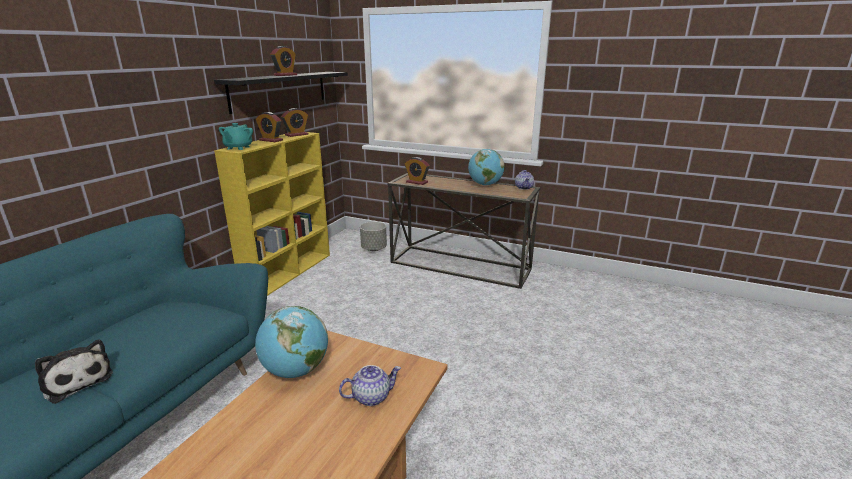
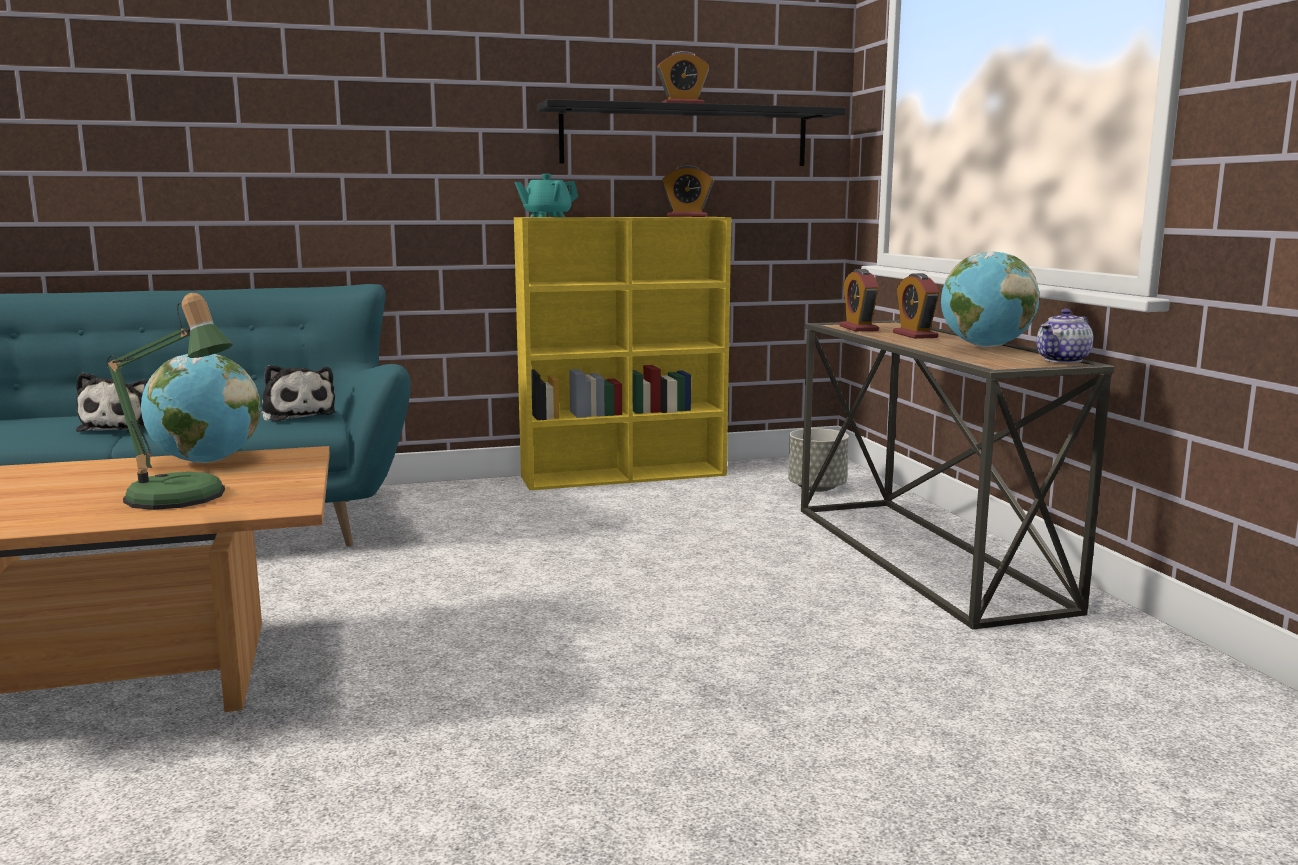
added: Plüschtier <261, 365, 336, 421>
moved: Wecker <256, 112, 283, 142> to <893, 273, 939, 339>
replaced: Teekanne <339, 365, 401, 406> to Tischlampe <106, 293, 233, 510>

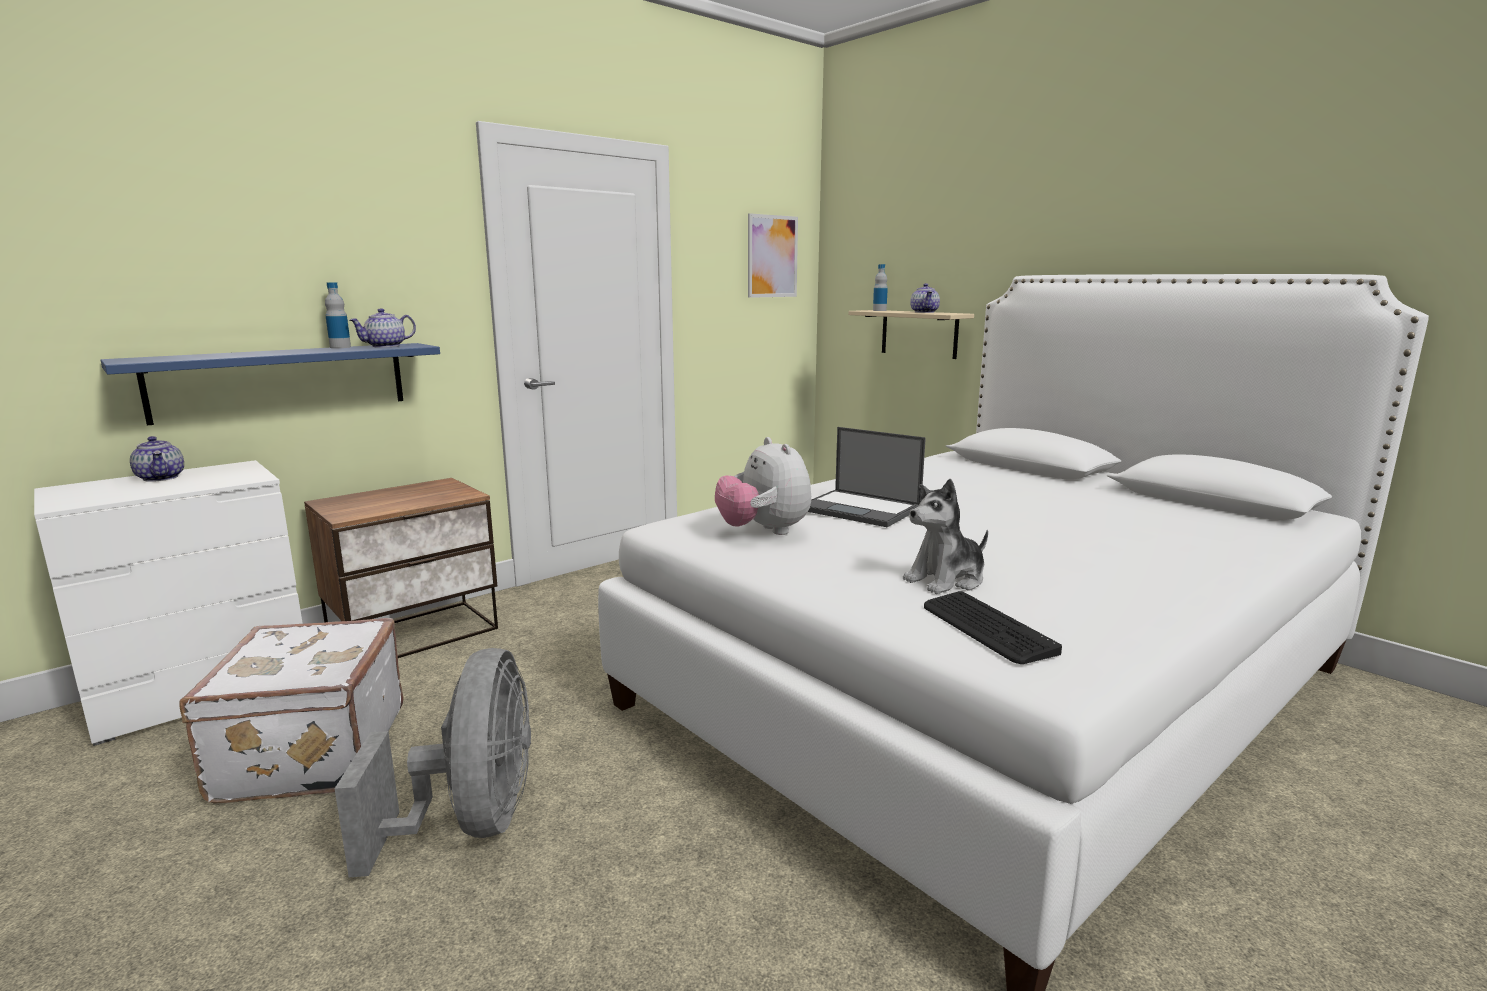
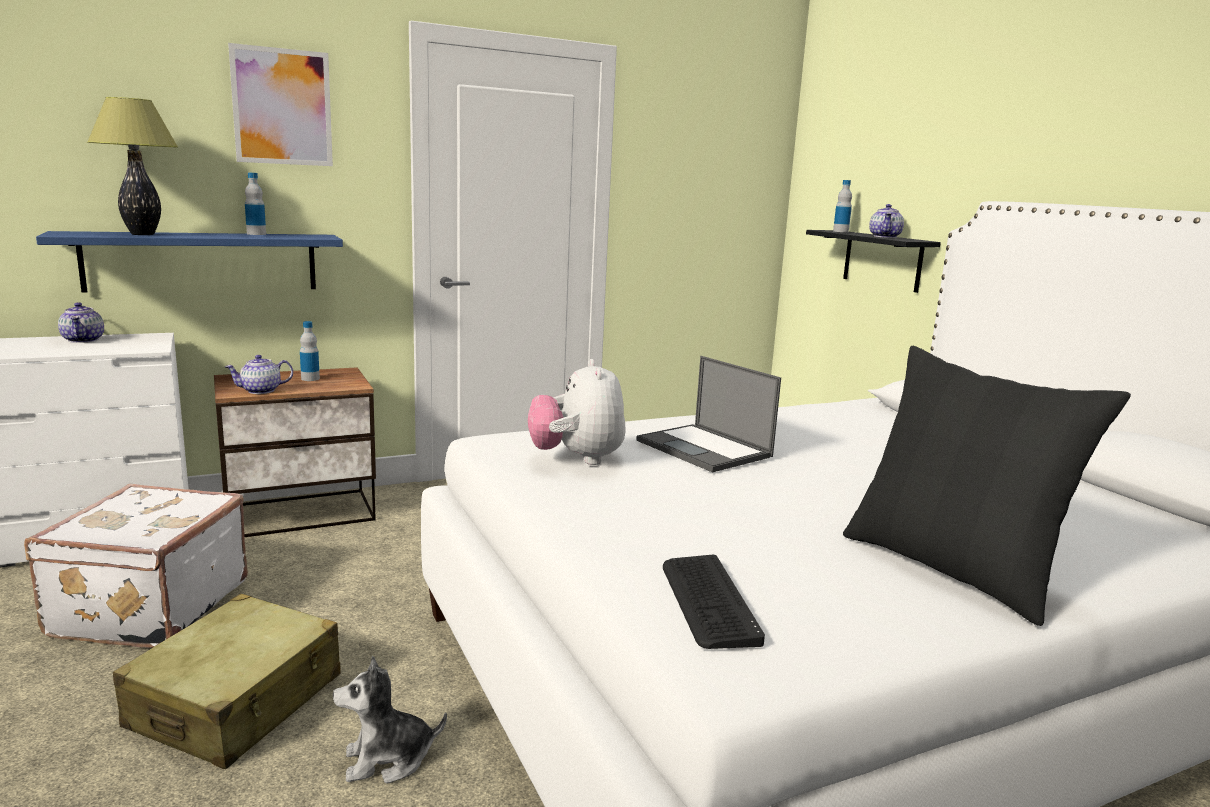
added: Tischlampe <87, 97, 178, 235>; Flasche <300, 321, 320, 381>; Kissen [schwarz] <843, 346, 1131, 626>
moved: Teekanne <349, 308, 416, 348> to <225, 355, 293, 394>; Bild <748, 213, 798, 298> to <228, 43, 333, 166>; Plüschtier <903, 479, 988, 594> to <333, 656, 447, 784>
replaced: Ventilator [grau] <335, 648, 531, 877> to Koffer [beige] <113, 594, 341, 769>
recoloured: Wandregal [beige] <848, 310, 974, 359> to Wandregal [schwarz] <806, 230, 941, 293>

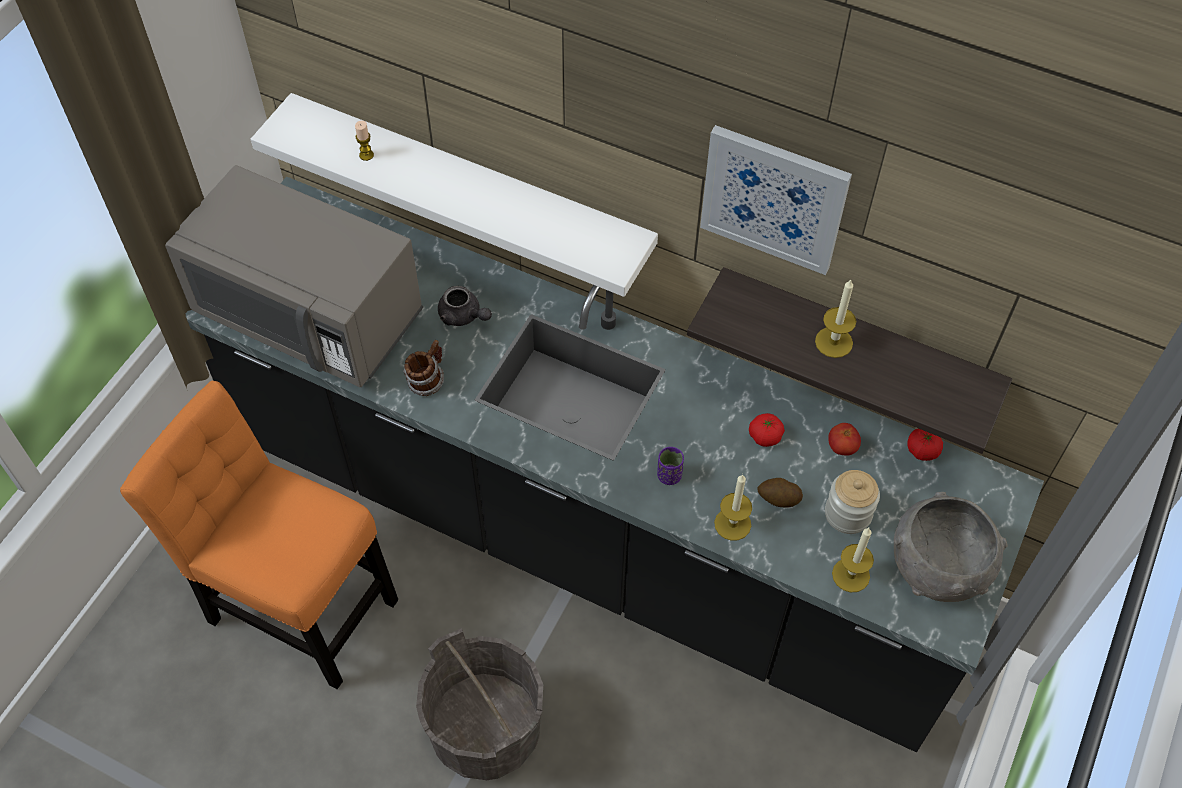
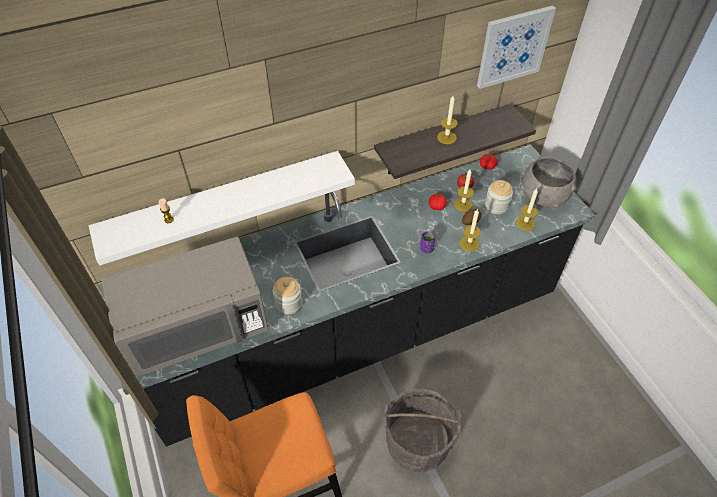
removed: Teekanne [grau] <438, 286, 492, 326>
added: Kerze <454, 169, 474, 211>
moved: Bild <700, 125, 852, 275> to <477, 5, 556, 89>
replaced: Henkelbecher <403, 340, 444, 396> to Vorratsglas <273, 277, 302, 315>

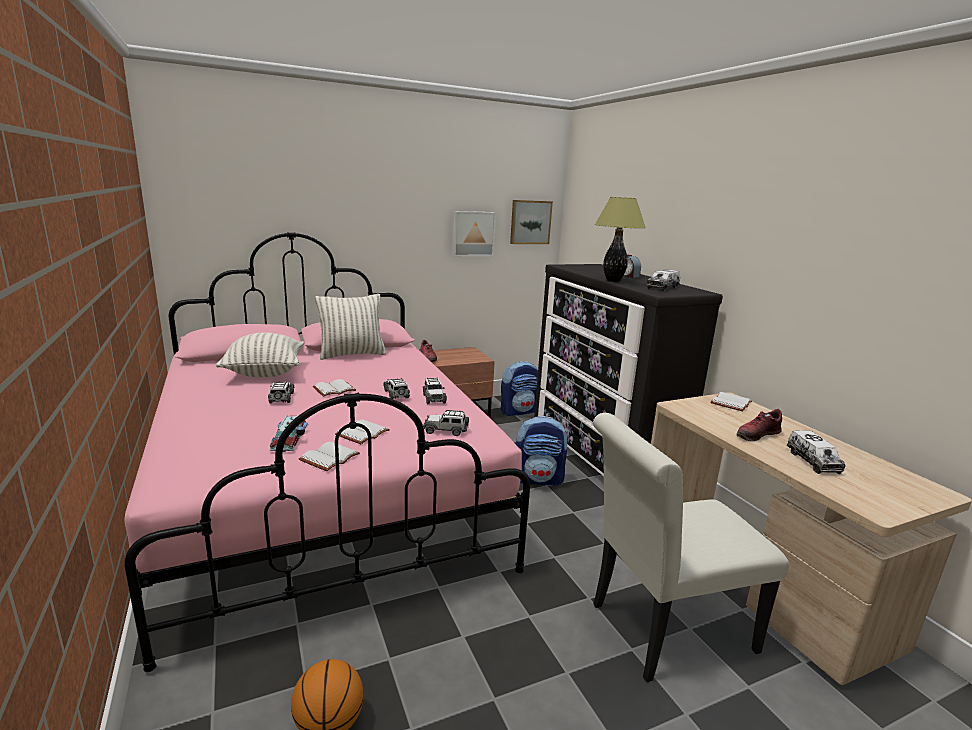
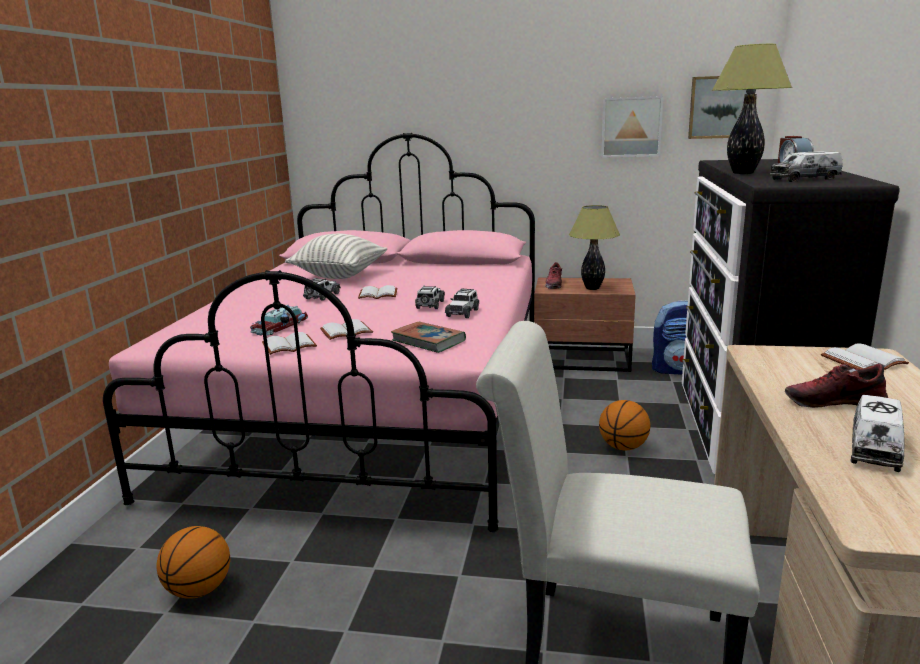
removed: Kissen <315, 294, 386, 360>
added: Tischlampe <569, 205, 620, 290>
replaced: Spielzeugauto <423, 410, 469, 436> to Buch <391, 322, 466, 353>; Rucksack <516, 416, 569, 486> to Basketball <599, 400, 650, 450>

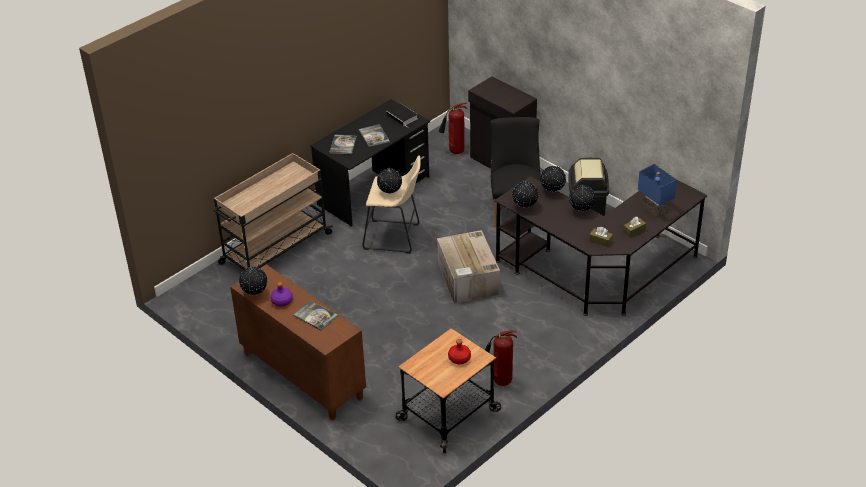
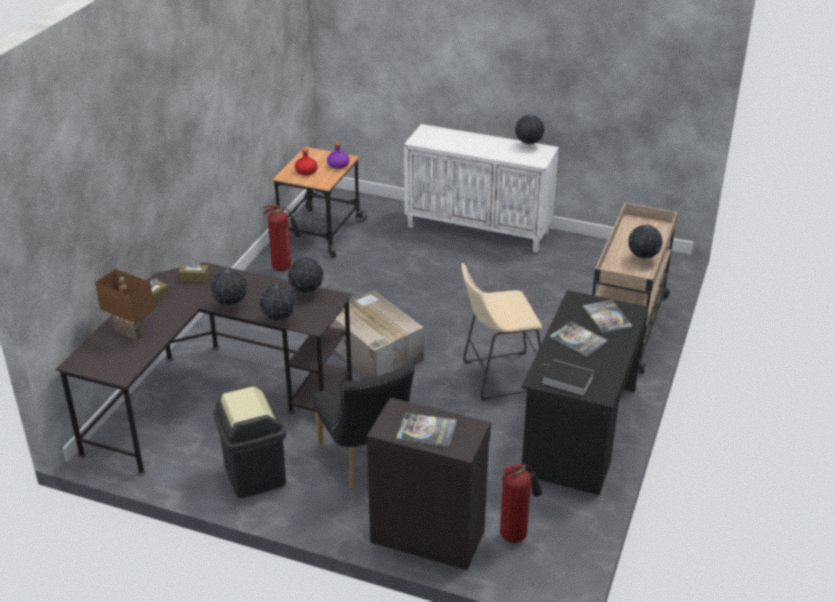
moved: Flasche [lila] <270, 282, 293, 307> to <327, 142, 349, 169>; Buch <293, 300, 338, 331> to <396, 413, 457, 447>; Globus <377, 168, 402, 194> to <628, 223, 663, 260>
recoloured: Schrank [braun] <230, 264, 366, 421> to Schrank [weiß] <404, 124, 559, 253>; Tischlampe [blau] <638, 164, 677, 216> to Tischlampe [braun] <95, 269, 155, 340>

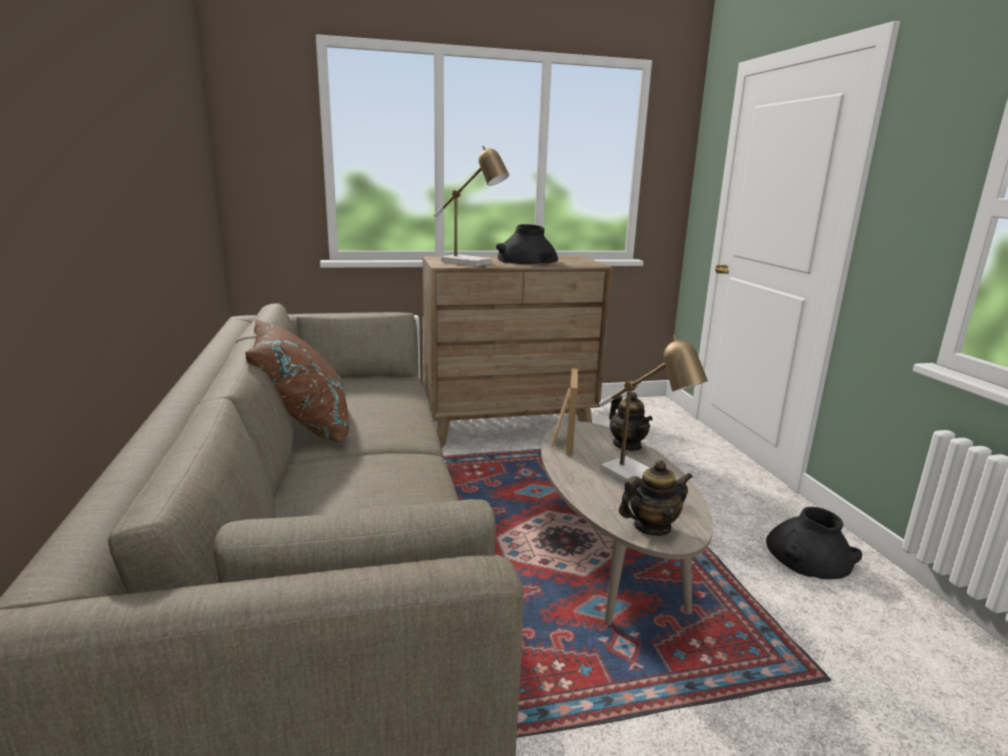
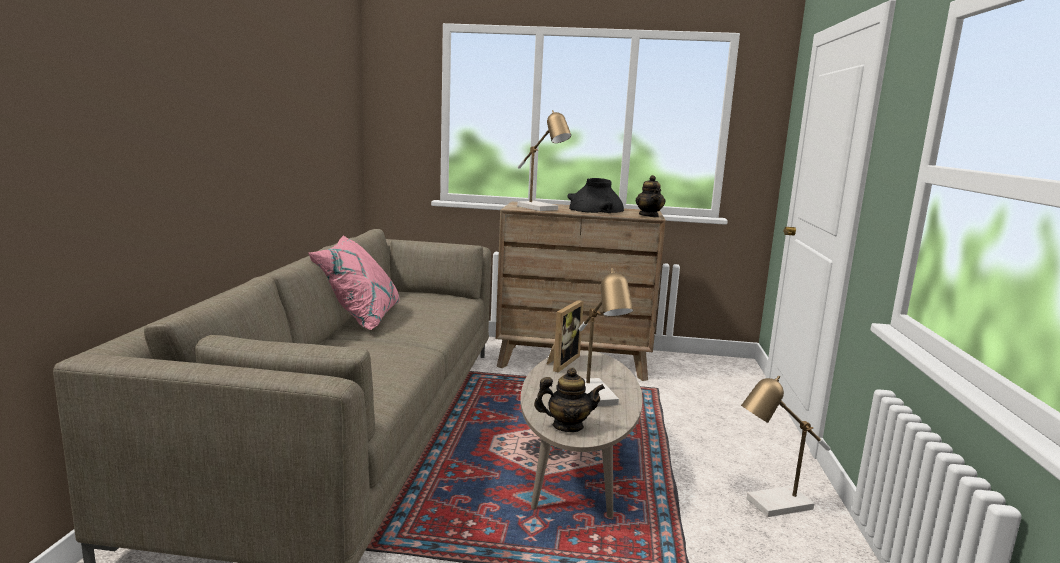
moved: Teekanne <609, 392, 653, 451> to <636, 175, 665, 217>
replaced: Vase [schwarz] <766, 507, 862, 579> to Tischlampe <741, 375, 831, 517>
recoloured: Kissen [braun] <245, 319, 349, 442> to Kissen [rosa] <308, 235, 400, 330>

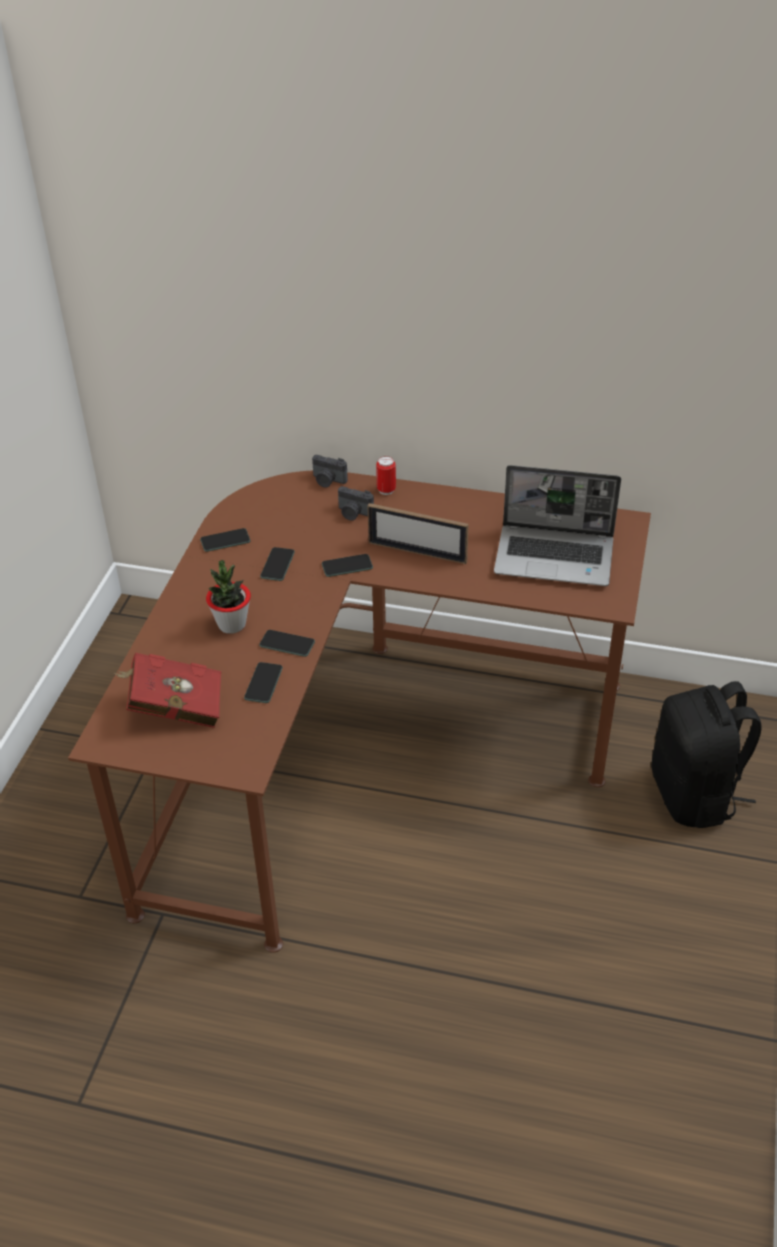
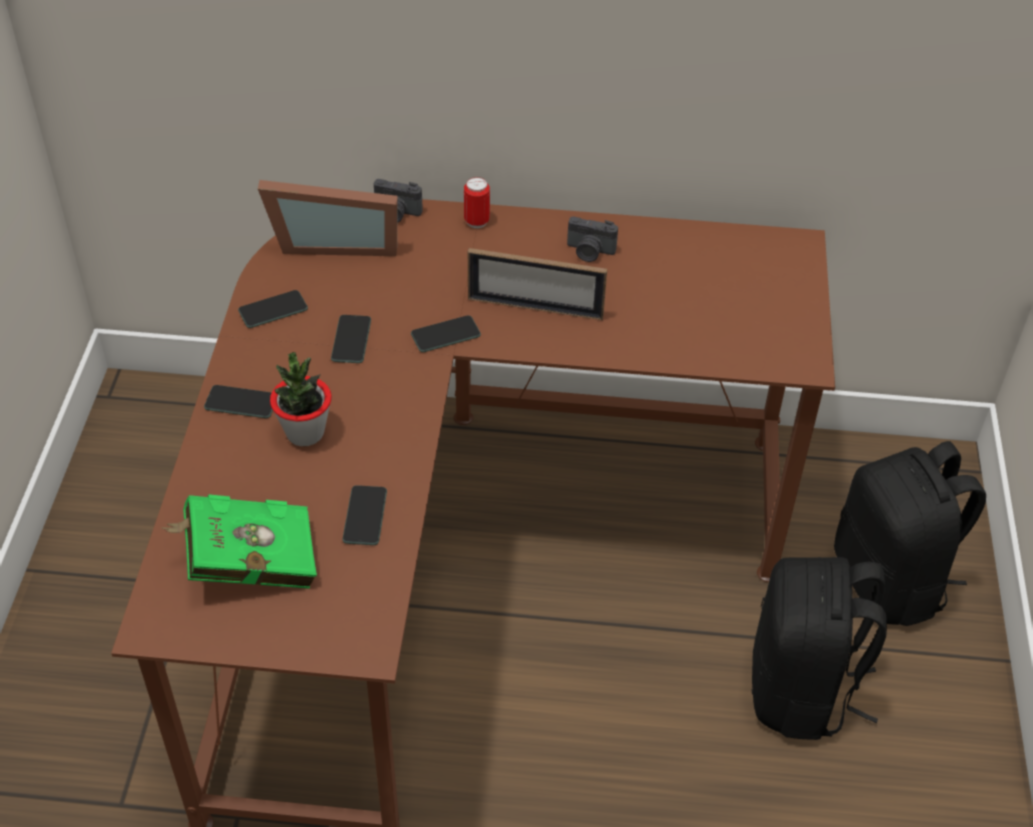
removed: Laptop <494, 465, 621, 586>
added: Bilderrahmen <258, 180, 398, 256>; Rucksack [schwarz] <752, 557, 887, 740>
moved: Handy <259, 630, 315, 657> to <204, 385, 273, 418>; Kamera <338, 486, 374, 521> to <567, 217, 618, 262>
recoloured: Buch [rot] <113, 653, 221, 728> to Buch [grün] <161, 495, 317, 589>

